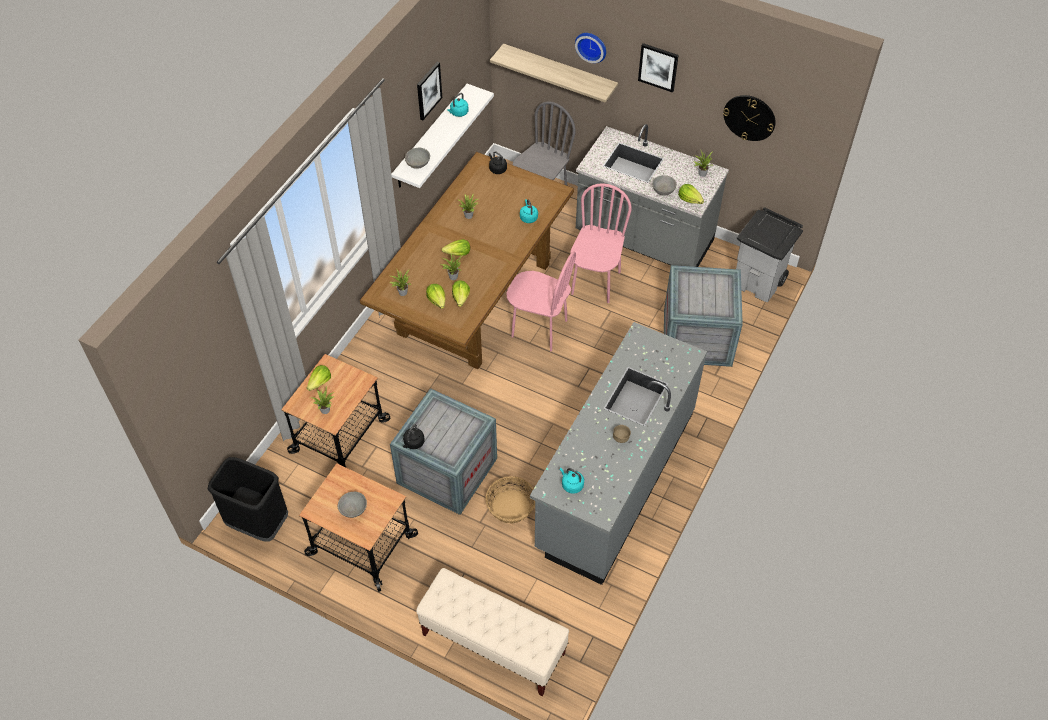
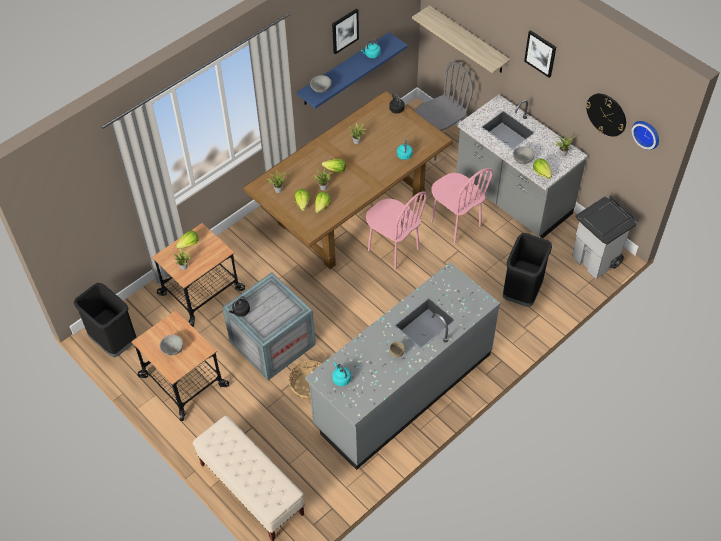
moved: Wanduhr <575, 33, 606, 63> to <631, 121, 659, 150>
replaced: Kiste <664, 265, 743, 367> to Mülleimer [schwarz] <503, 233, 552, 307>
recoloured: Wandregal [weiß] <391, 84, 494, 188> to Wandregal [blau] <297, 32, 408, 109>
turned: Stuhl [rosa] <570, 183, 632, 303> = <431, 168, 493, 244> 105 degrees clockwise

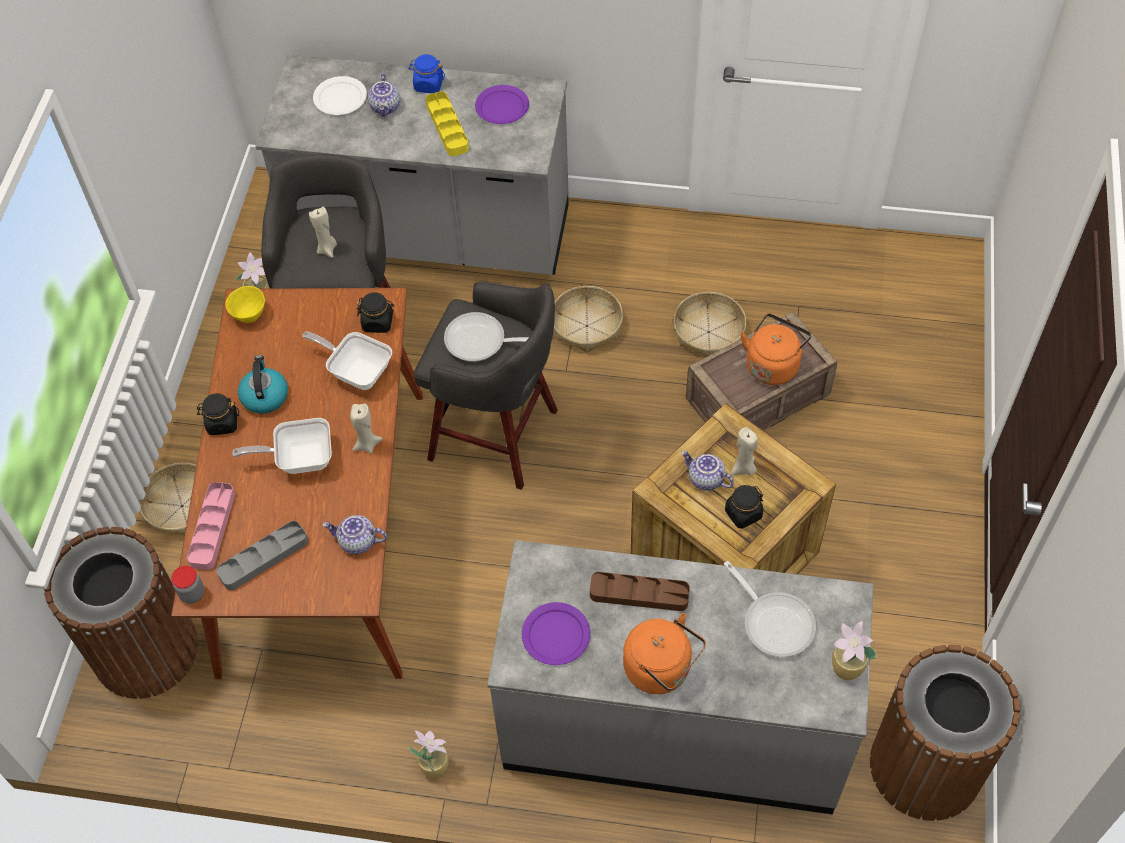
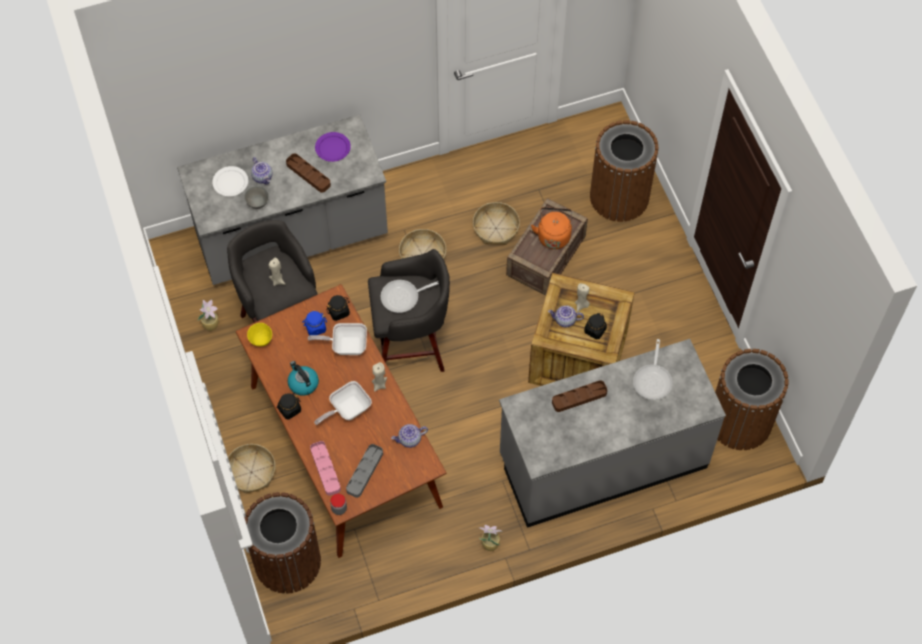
removed: Teller [lila] <522, 602, 590, 665>; Wasserkessel [orange] <623, 613, 706, 694>; Topfpflanze <832, 621, 876, 680>
added: Schüssel [grau] <244, 186, 269, 209>; Mülleimer [braun] <590, 120, 659, 222>
moved: Vorratsglas [blau] <409, 54, 445, 93> to <302, 311, 327, 336>
recoloured: Tablett [gelb] <426, 91, 469, 156> to Tablett [braun] <286, 153, 331, 193>
turned: Pfanne <724, 561, 816, 657> = <633, 339, 673, 400> 75 degrees clockwise

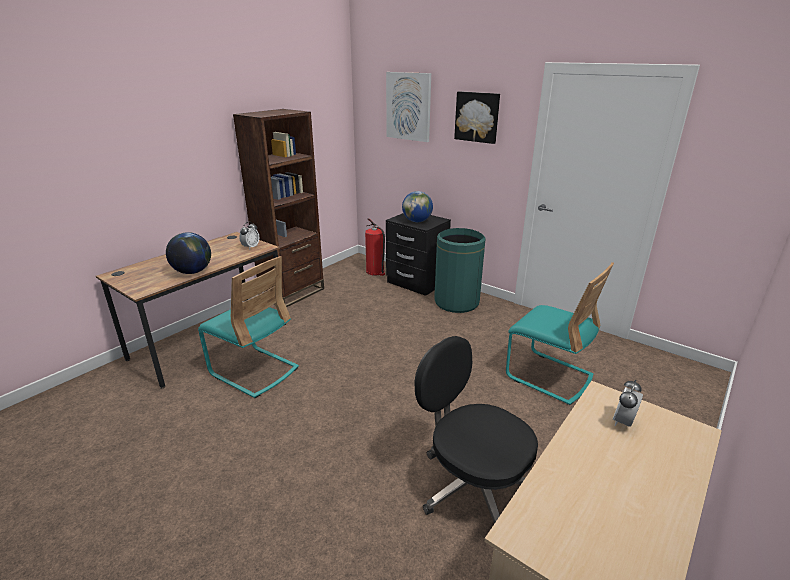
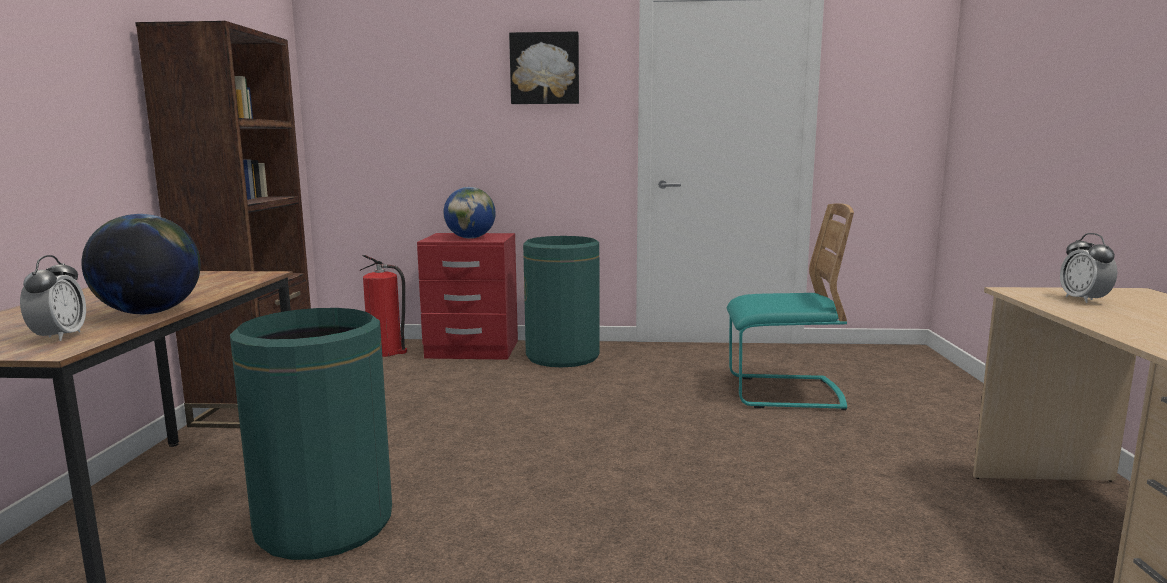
removed: Bild <386, 72, 431, 142>; Bürostuhl [schwarz] <415, 336, 538, 524>
moved: Wecker <239, 222, 259, 250> to <20, 255, 86, 341>
replaced: Stuhl [türkis] <198, 256, 299, 398> to Mülleimer [grün] <230, 308, 392, 560>
recoloured: Nachttisch [schwarz] <386, 213, 451, 296> to Nachttisch [rot] <417, 233, 518, 360>

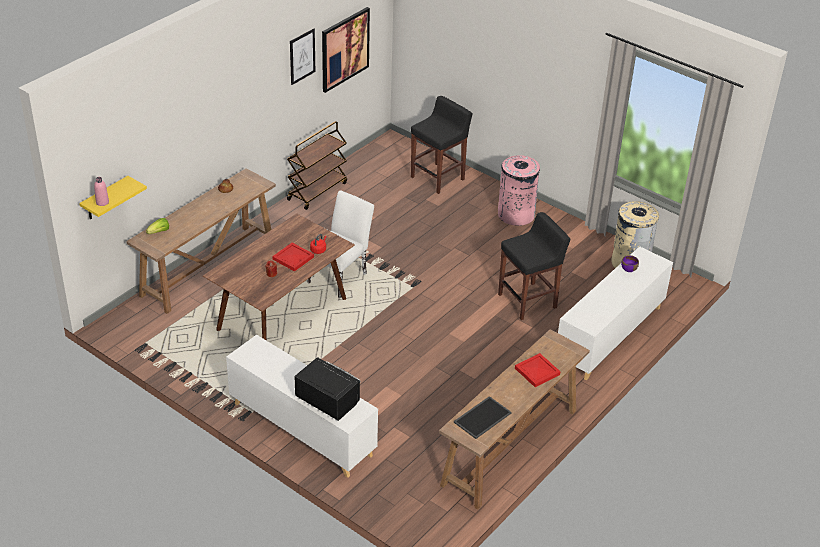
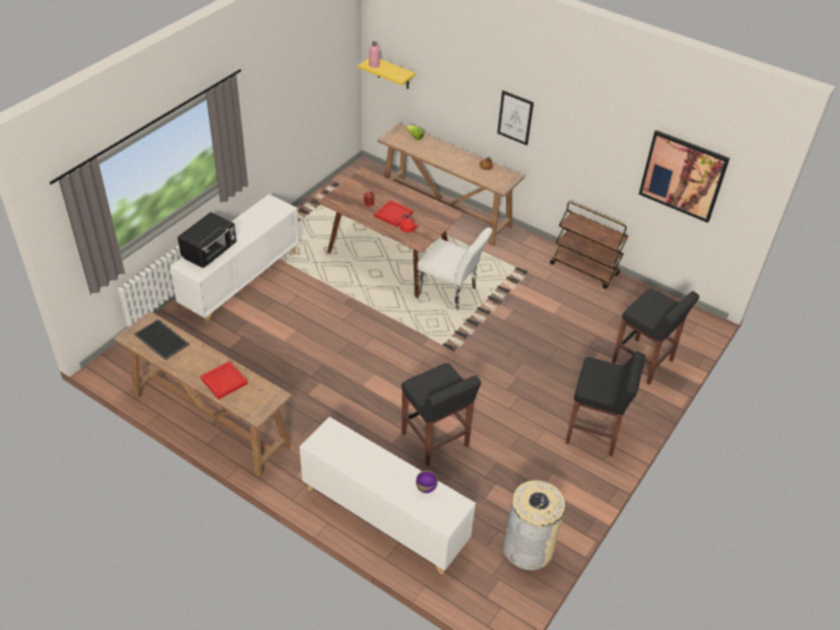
moved: Bild <290, 29, 315, 85> to <497, 91, 534, 145>
replaced: Mülleimer [rosa] <498, 155, 540, 226> to Hocker [schwarz] <566, 351, 645, 457>

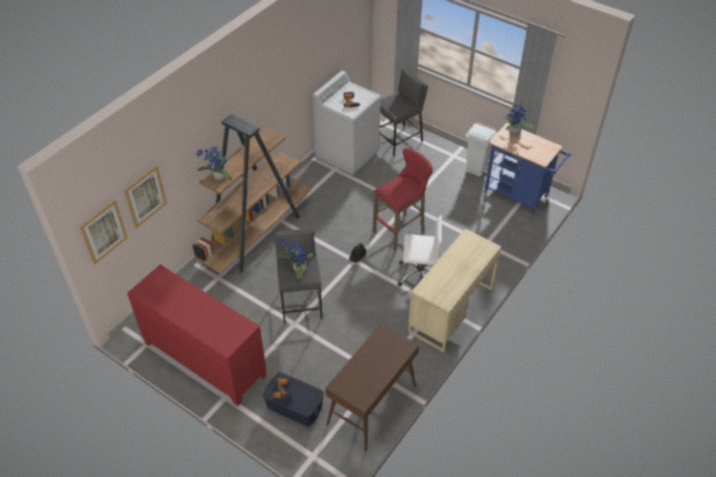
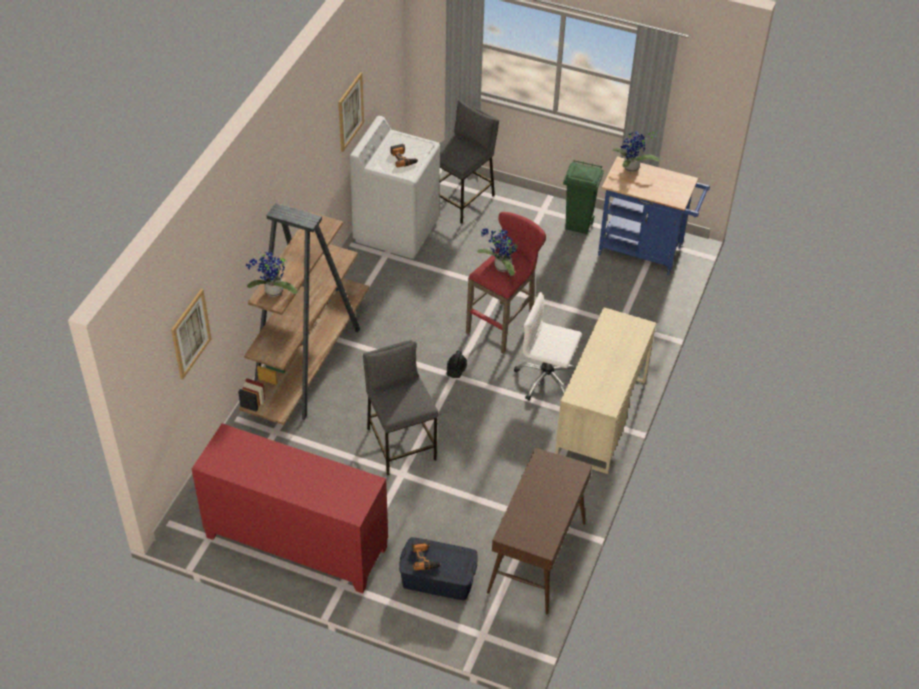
moved: Bild <79, 199, 128, 265> to <338, 72, 364, 152>; Topfpflanze <279, 239, 313, 279> to <477, 227, 518, 276>
recoloured: Mülleimer [weiß] <465, 122, 497, 177> to Mülleimer [grün] <563, 160, 604, 234>
turned: Bürostuhl [weiß] <398, 216, 442, 286> = <514, 292, 582, 401> 150 degrees counterclockwise

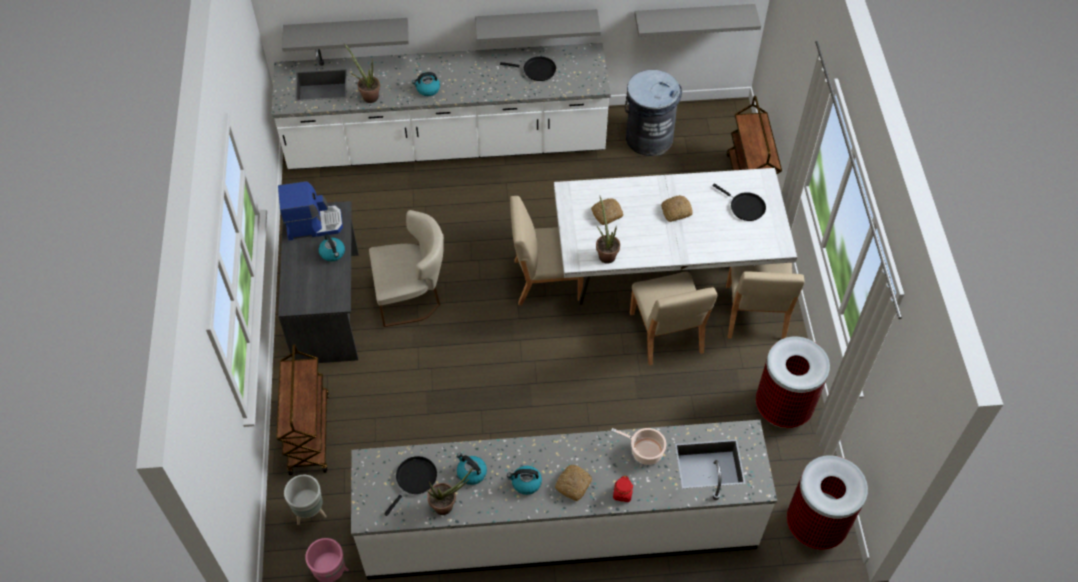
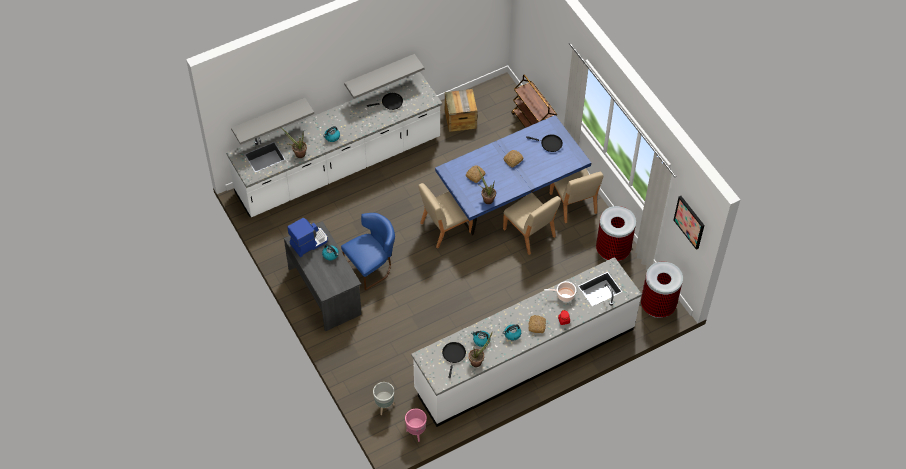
removed: Rollwagen [braun] <276, 344, 329, 475>; Wandregal [grau] <635, 4, 761, 37>
added: Bild <674, 196, 704, 250>
replaced: Mülleimer [grau] <625, 70, 682, 156> to Kiste <445, 89, 477, 132>
recoloured: Stuhl [beige] <369, 210, 444, 327> to Stuhl [blau] <341, 213, 395, 290>; Esstisch [weiß] <554, 168, 797, 305> to Esstisch [blau] <435, 115, 591, 235>

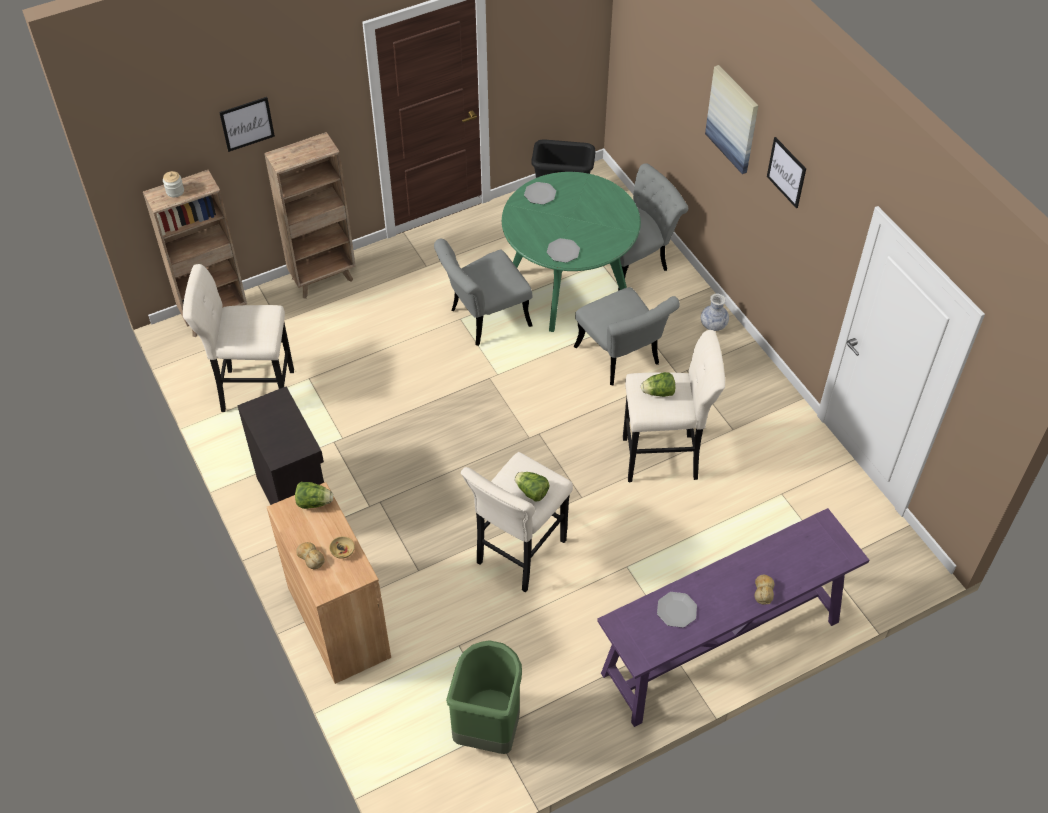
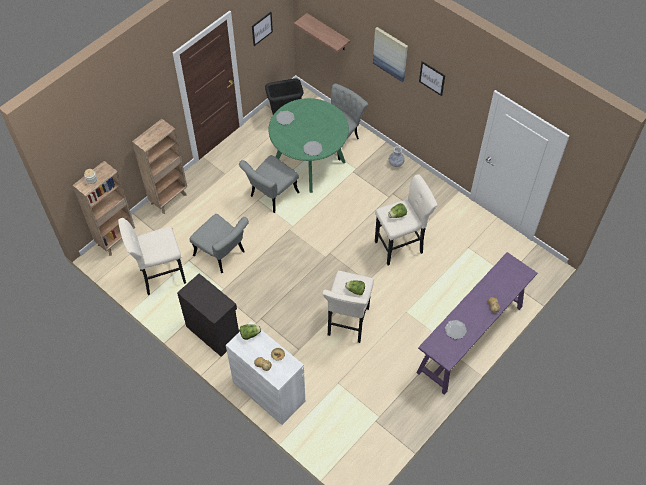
removed: Mülleimer [grün] <446, 640, 522, 754>
added: Wandregal <294, 13, 350, 53>
moved: Bild <219, 97, 275, 152> to <252, 12, 273, 46>; Stuhl [grau] <573, 287, 680, 385> to <189, 214, 249, 273>
recoloured: Schrank [braun] <267, 482, 391, 684> to Schrank [weiß] <226, 321, 305, 425>

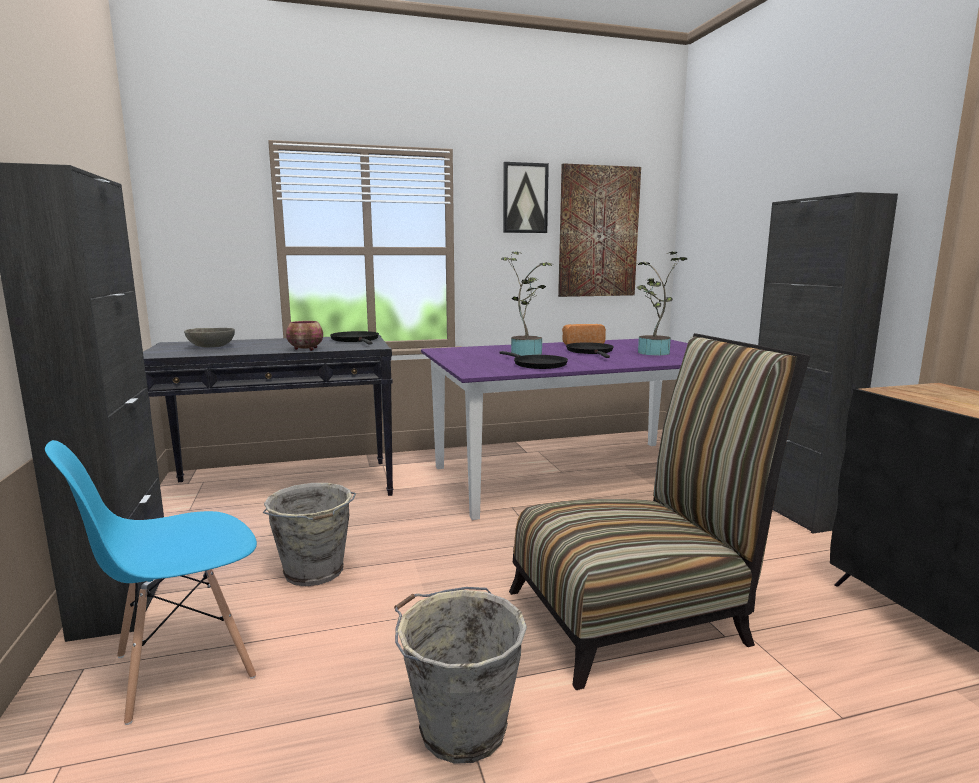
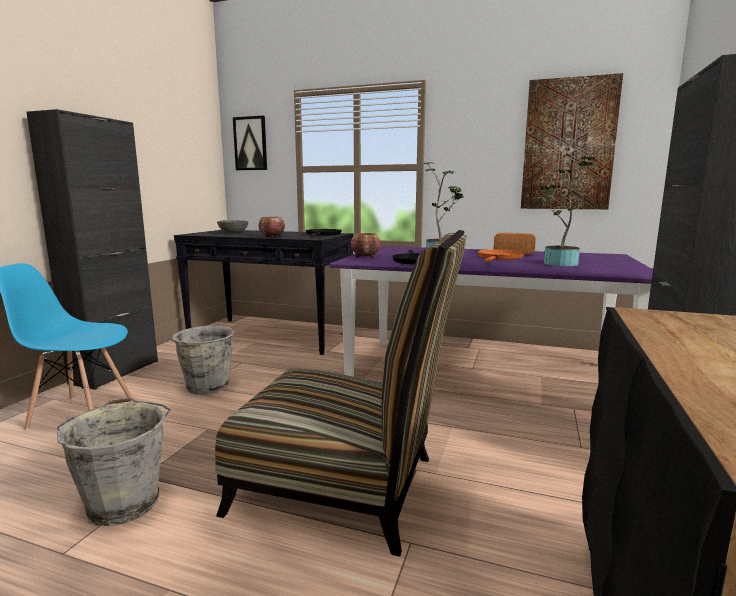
added: Schüssel <351, 233, 381, 258>
moved: Bild <503, 162, 549, 233> to <233, 116, 267, 170>
recoloured: Pfanne [schwarz] <566, 343, 614, 358> to Pfanne [orange] <478, 249, 524, 262>

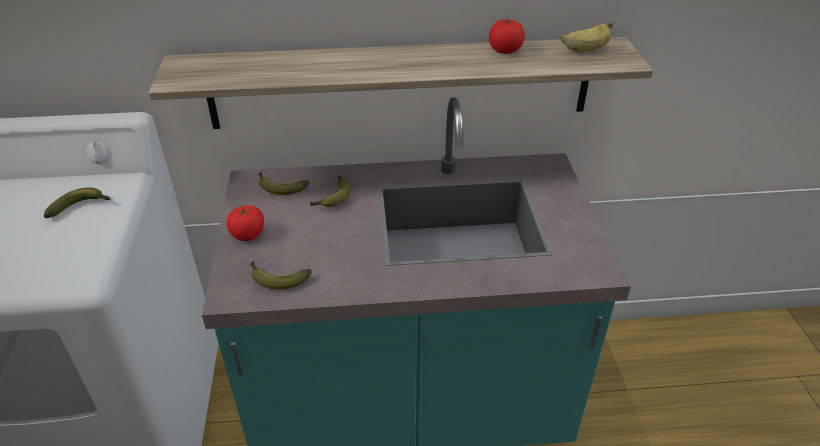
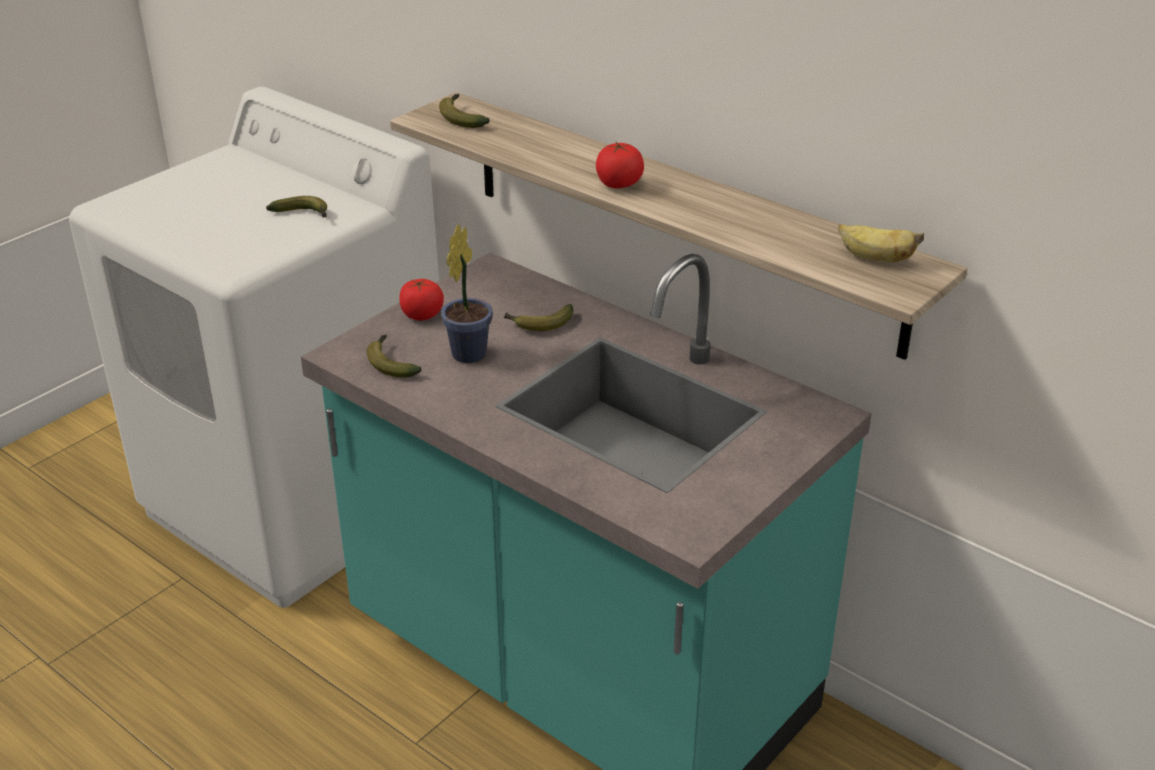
added: Topfpflanze <441, 224, 493, 363>
moved: Banane <258, 172, 309, 195> to <439, 94, 490, 128>; Tomate <489, 19, 525, 54> to <596, 142, 644, 188>

